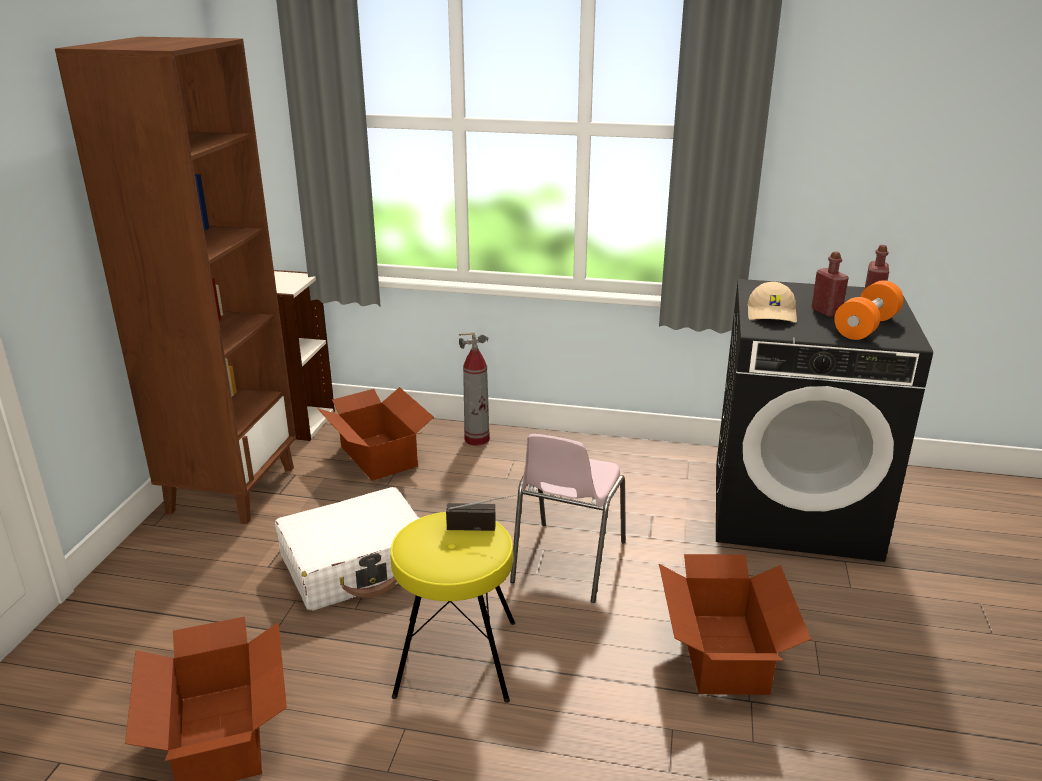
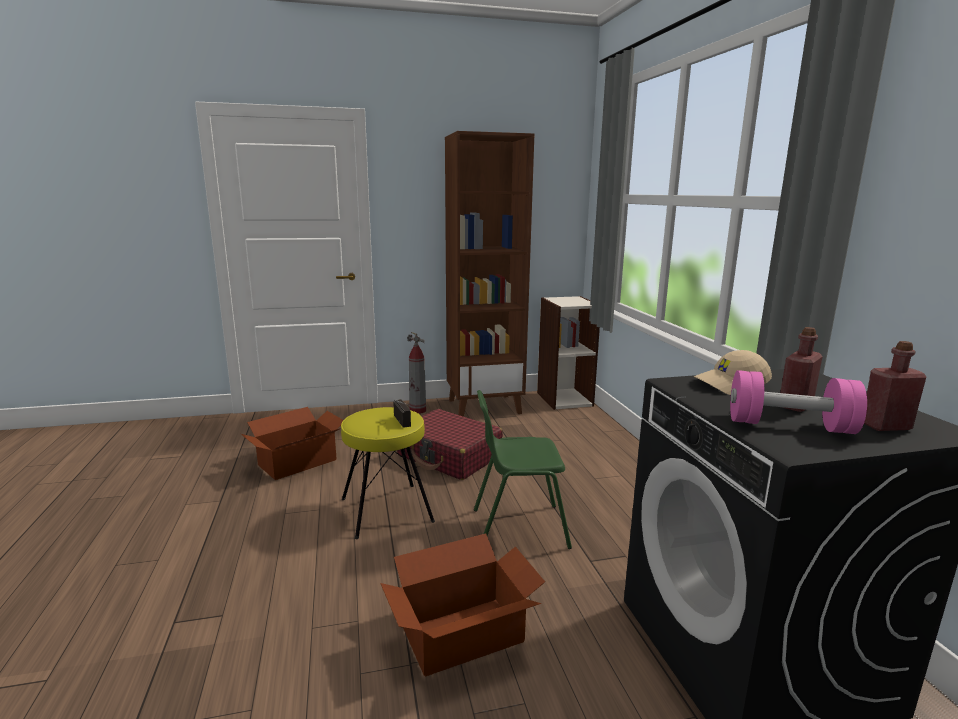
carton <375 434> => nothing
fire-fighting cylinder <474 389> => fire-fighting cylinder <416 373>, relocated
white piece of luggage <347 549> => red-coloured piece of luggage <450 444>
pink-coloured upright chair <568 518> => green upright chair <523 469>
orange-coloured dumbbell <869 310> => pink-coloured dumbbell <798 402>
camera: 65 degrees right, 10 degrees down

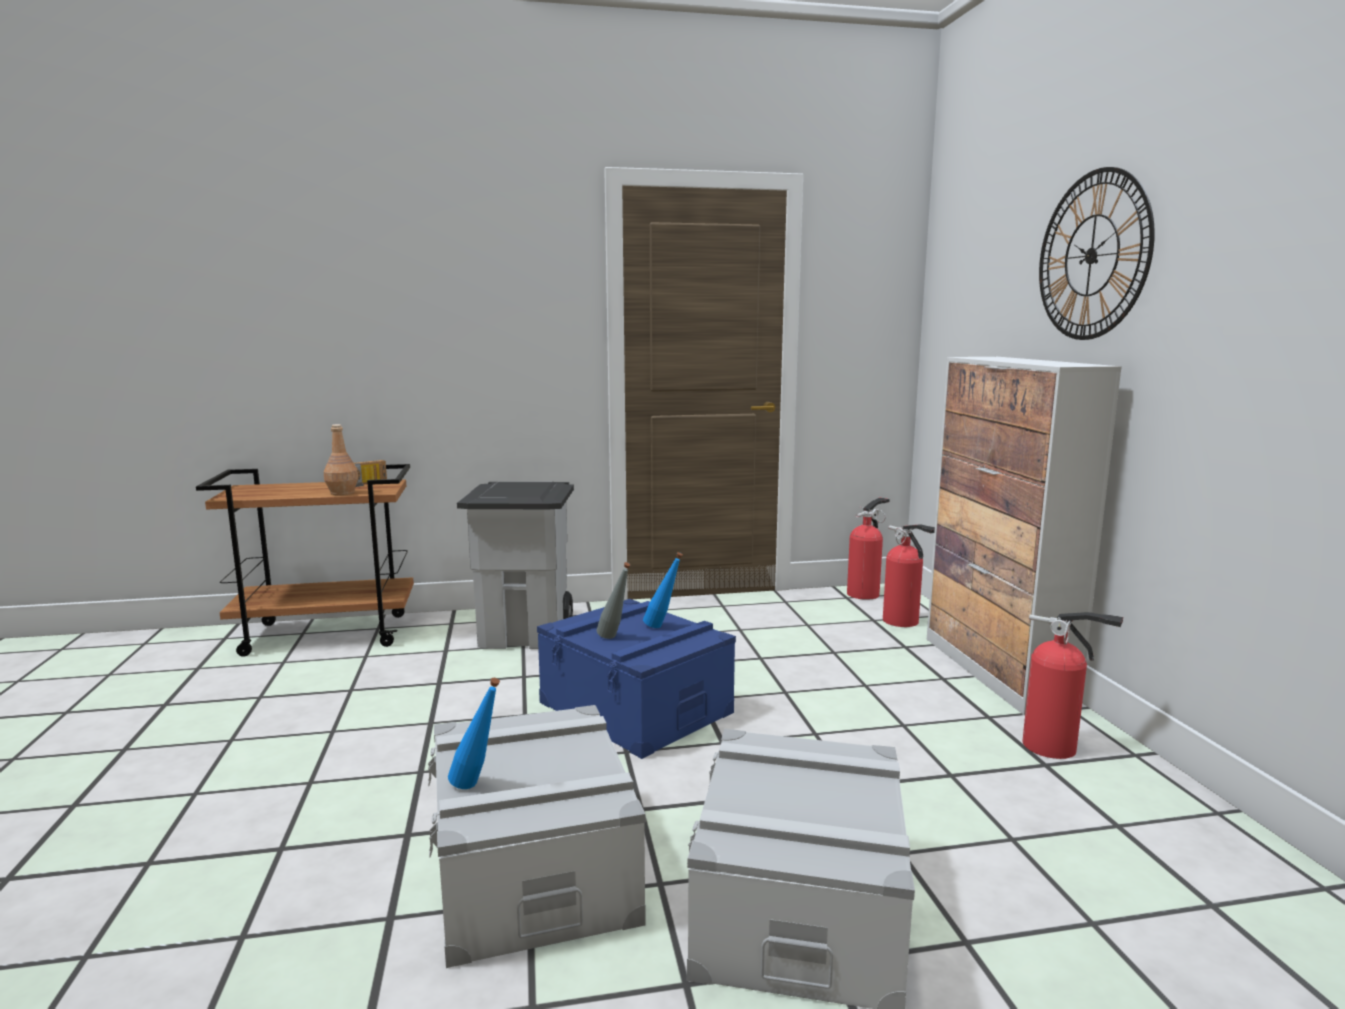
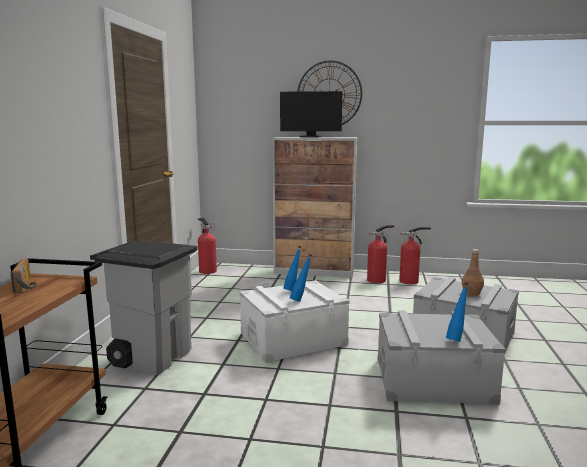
nothing => computer display <311 114>
brown-coloured bottle <341 459> => brown-coloured bottle <473 272>, relocated
fire-fighting cylinder <909 575> => fire-fighting cylinder <415 255>, relocated
blue storage box <636 679> => white storage box <295 321>
grey bottle <614 600> => blue bottle <301 278>
camera: 70 degrees left, 0 degrees up

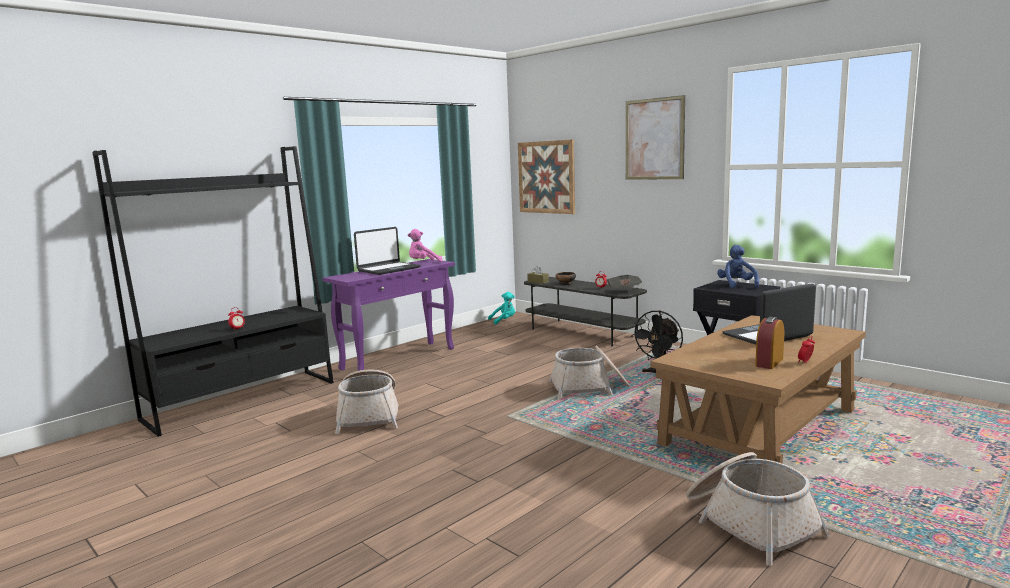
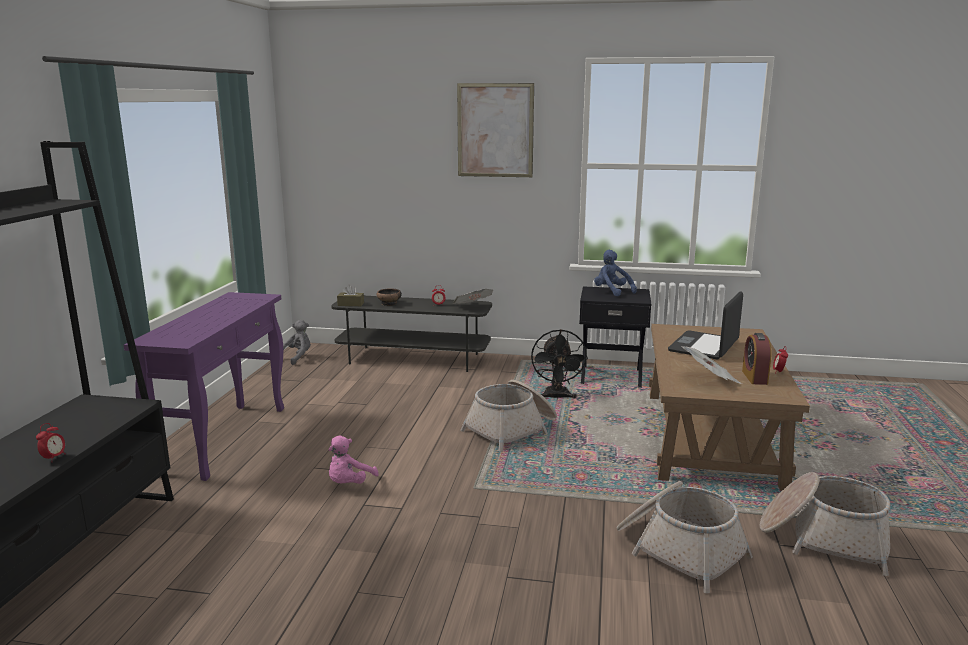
notebook computer <387 251> => nothing
wall picture <546 176> => nothing
nothing => daily paper <711 365>
basket <367 401> => basket <685 537>, relocated
pink-coloured plush toy <425 245> => pink-coloured plush toy <353 459>, relocated
turquoise-coloured plush toy <501 308> => grey plush toy <297 342>
camera: 35 degrees left, 5 degrees up

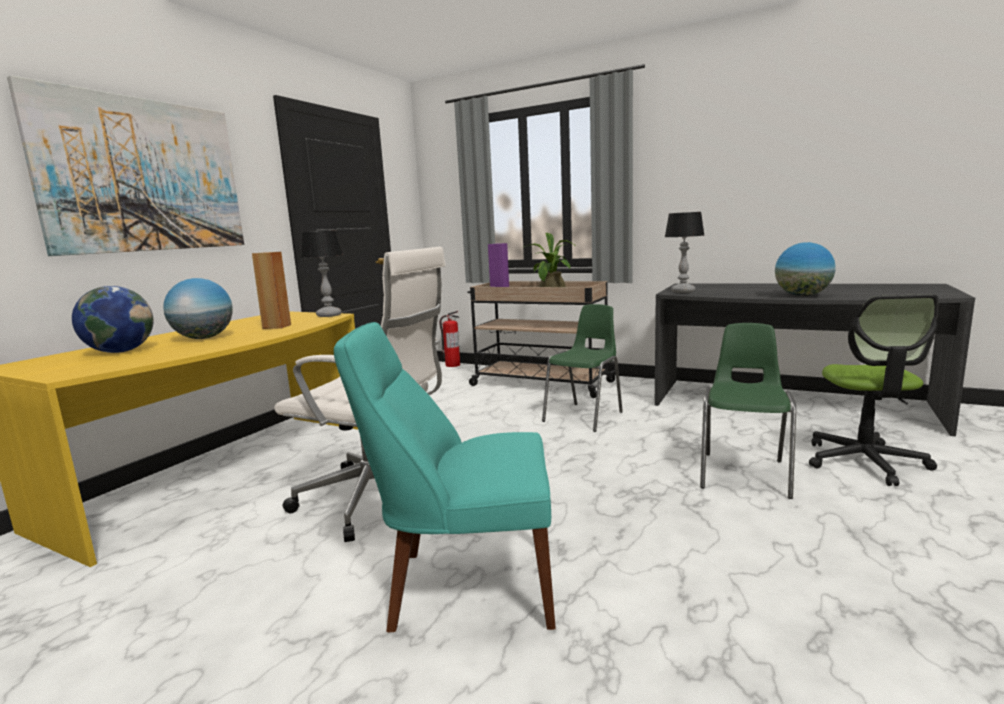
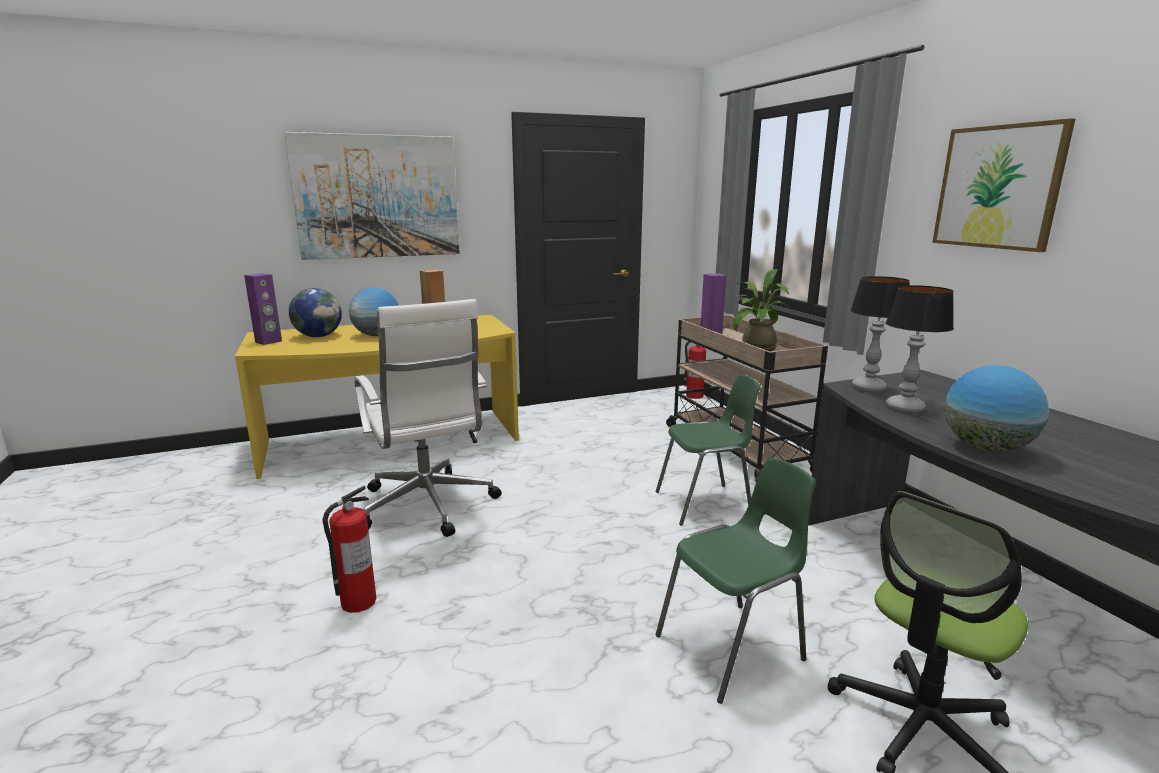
nothing => purple-coloured speaker <263 309>
nothing => wall picture <1003 185>
table lamp <321 273> => table lamp <920 349>, relocated
turquoise-coloured upright chair <445 477> => fire-fighting cylinder <349 549>
camera: 40 degrees right, 5 degrees up

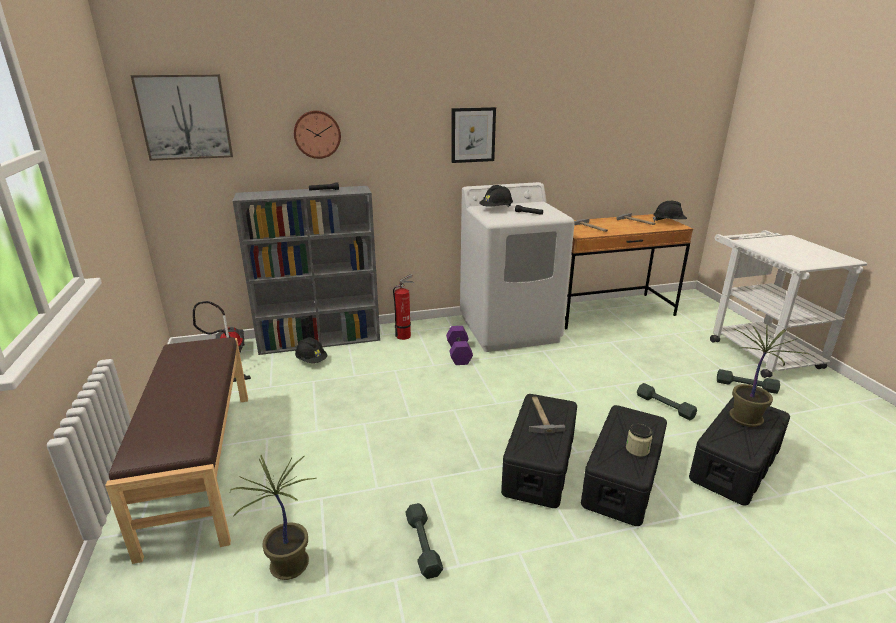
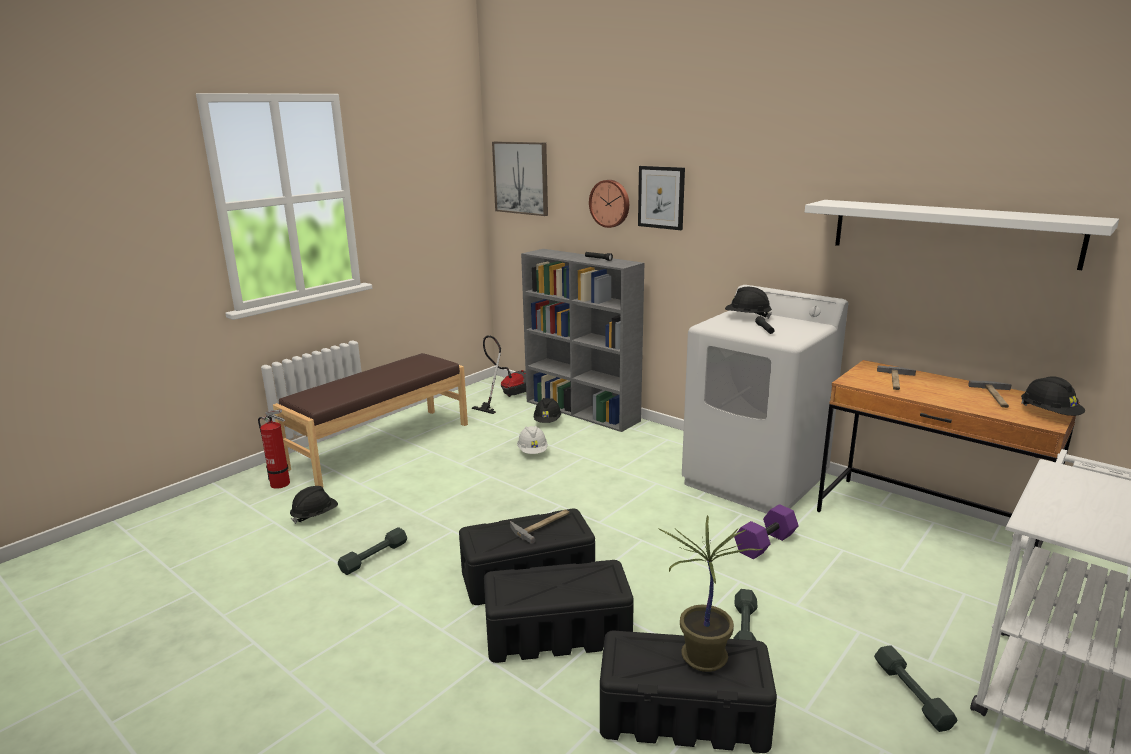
storage jar <639 440> => nothing
nothing => white hard hat <532 440>
nothing => white bracket shelf <962 235>
fire-fighting cylinder <403 307> => fire-fighting cylinder <274 449>, relocated
purple-coloured dumbbell <459 345> => purple-coloured dumbbell <766 531>, relocated
wall picture <473 135> => wall picture <661 198>, relocated
plant in a pot <273 517> => blackish hard hat <314 505>
camera: 55 degrees right, 5 degrees down

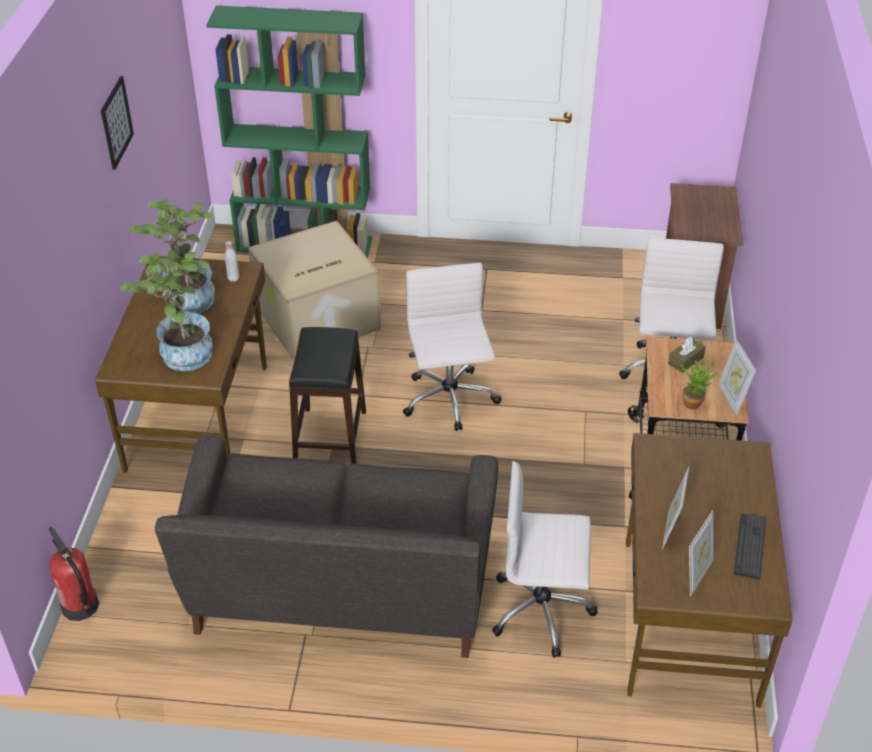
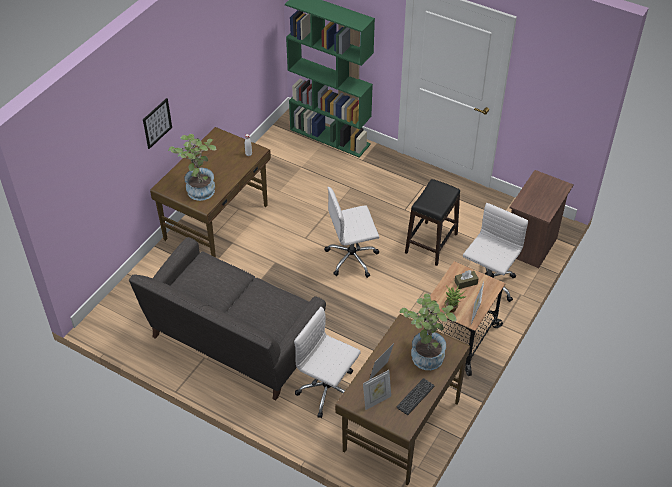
fire-fighting cylinder <74 573> => nothing
carton <314 289> => nothing
wall picture <117 123> => wall picture <157 123>, relocated
plant in a pot <171 256> => plant in a pot <428 331>, relocated
blackish stool <327 395> => blackish stool <432 222>, relocated
white desk chair <452 347> => white desk chair <352 232>, 120 degrees counterclockwise
camera: 25 degrees right, 5 degrees up

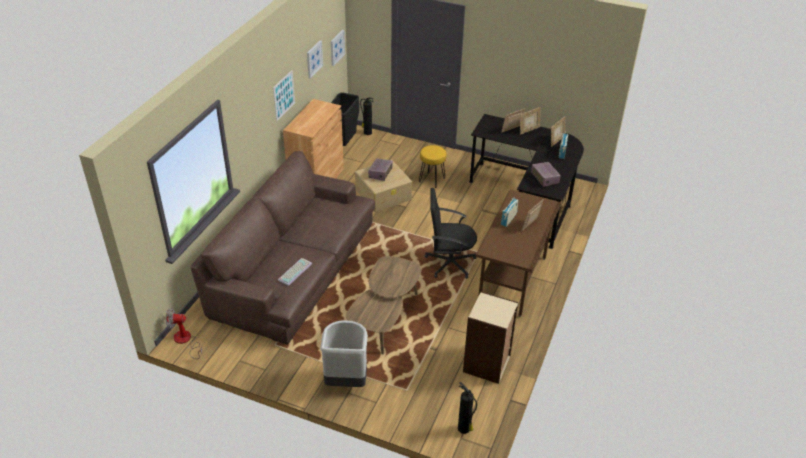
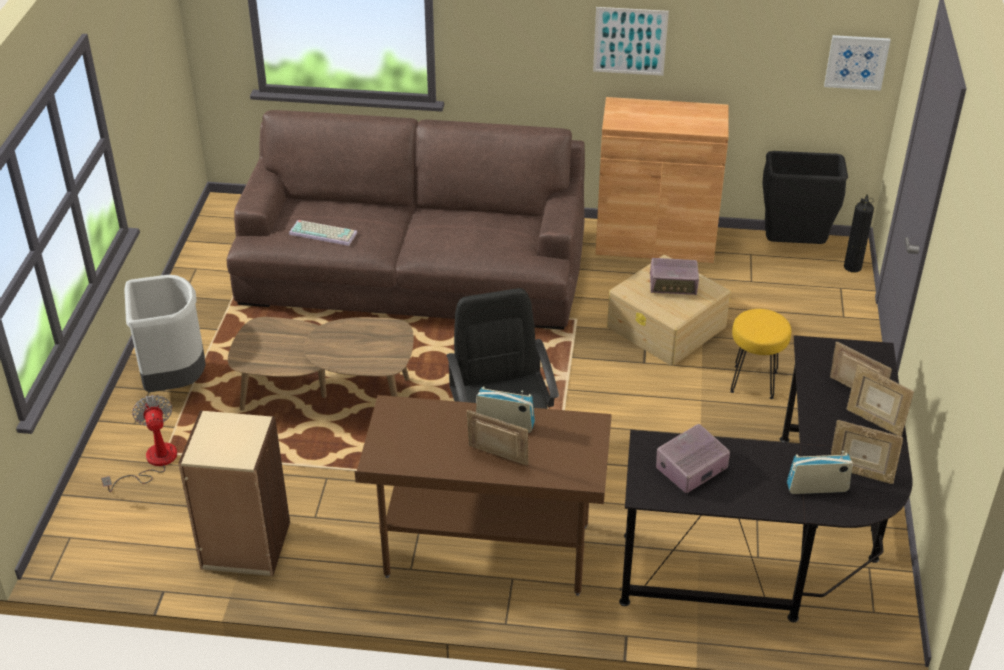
wall picture <315 59> => nothing
fire-fighting cylinder <467 408> => nothing
fan <184 333> => fan <139 443>, relocated
camera: 75 degrees right, 0 degrees up

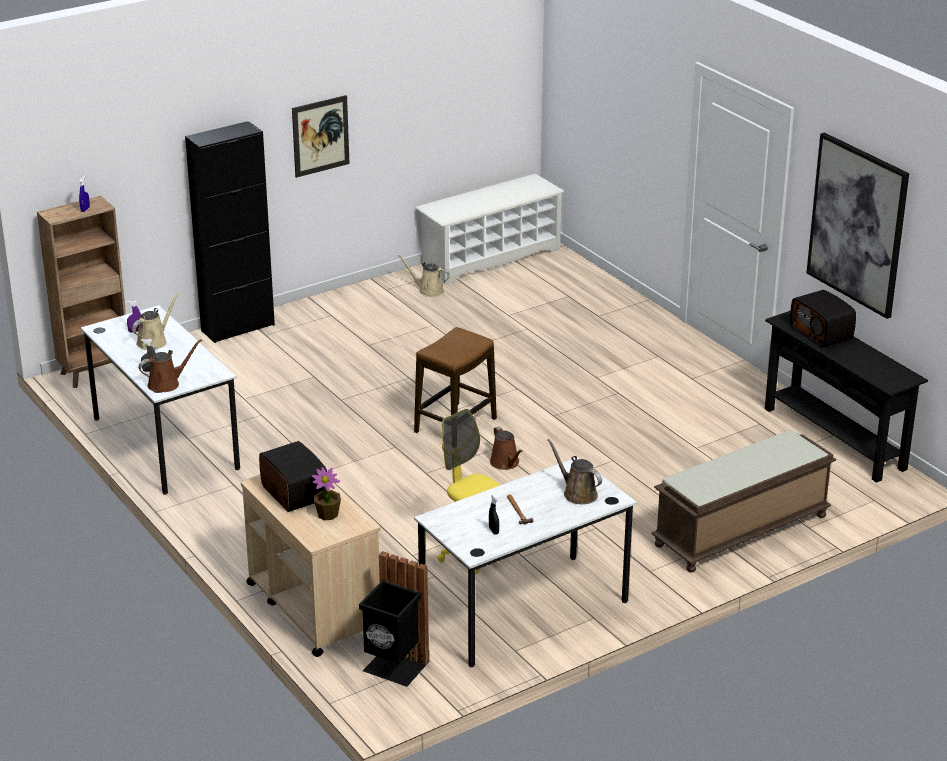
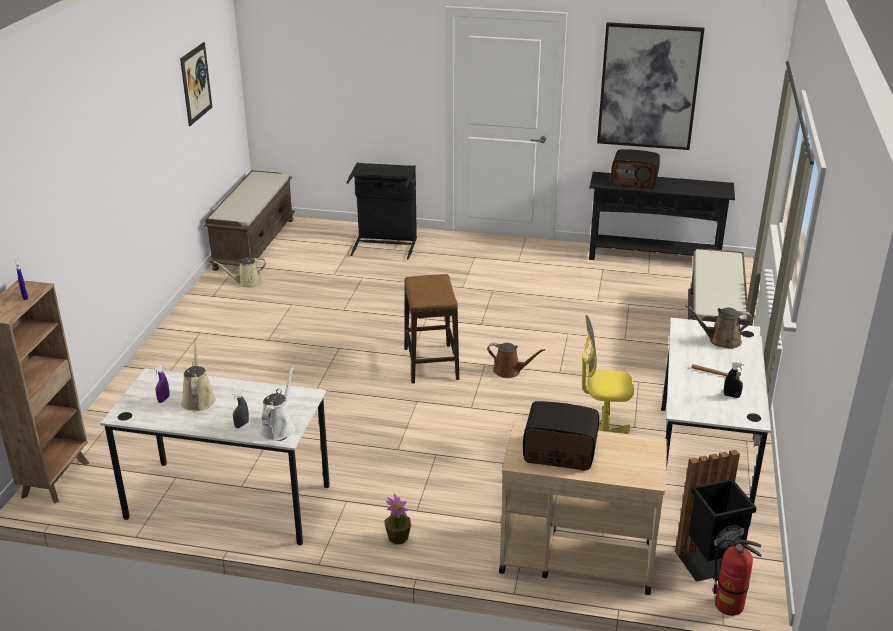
blackish storage cabinet <230 232> => nothing
nothing => blackish laundry basket <382 210>
nothing => fire-fighting cylinder <737 577>
wall picture <321 136> => wall picture <196 84>, relocated
plant in a pot <326 493> => plant in a pot <397 519>, relocated
white shoe shelf <490 229> => brown-coloured indoor bench <249 220>
brown-coloured watering can <170 365> => white watering can <277 403>
camera: 45 degrees left, 0 degrees up

